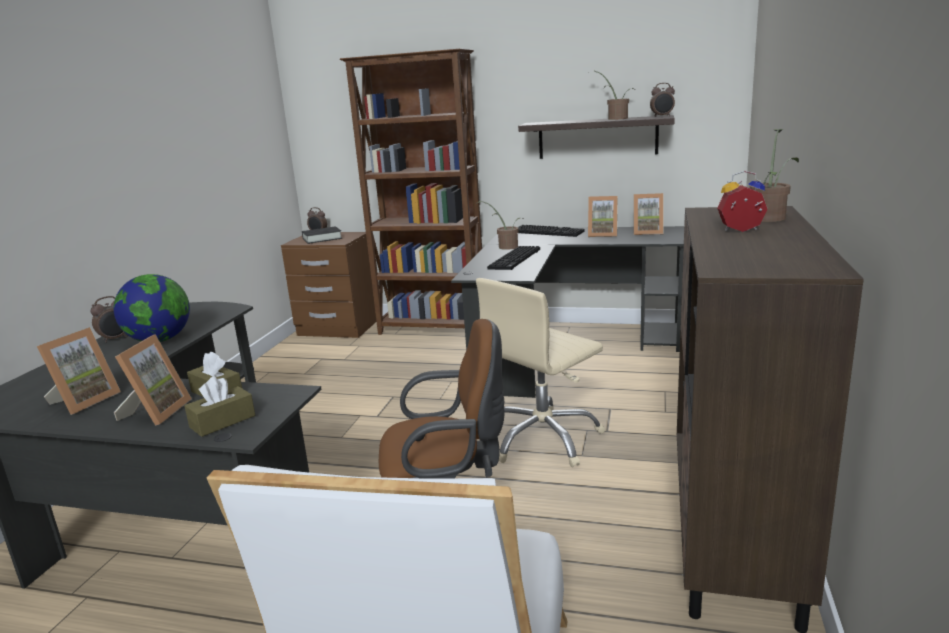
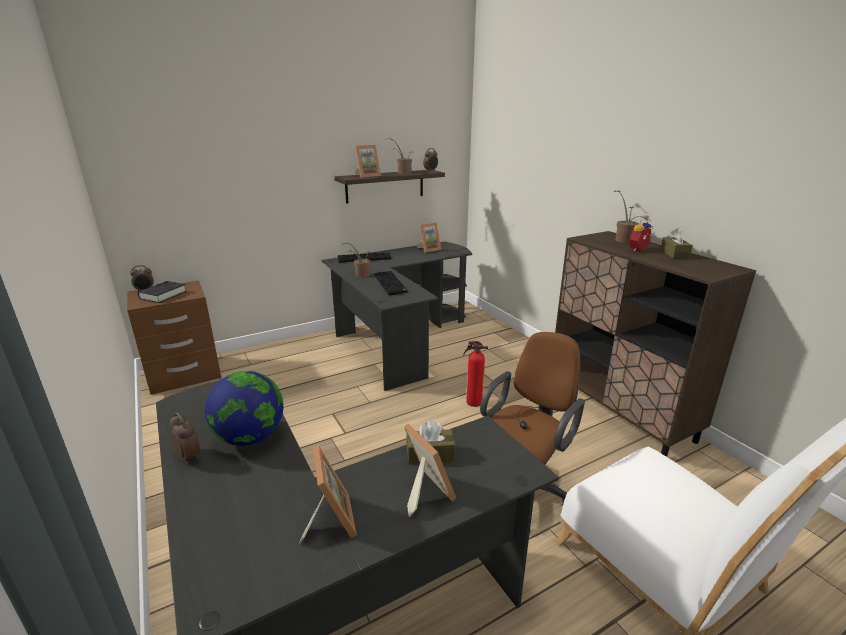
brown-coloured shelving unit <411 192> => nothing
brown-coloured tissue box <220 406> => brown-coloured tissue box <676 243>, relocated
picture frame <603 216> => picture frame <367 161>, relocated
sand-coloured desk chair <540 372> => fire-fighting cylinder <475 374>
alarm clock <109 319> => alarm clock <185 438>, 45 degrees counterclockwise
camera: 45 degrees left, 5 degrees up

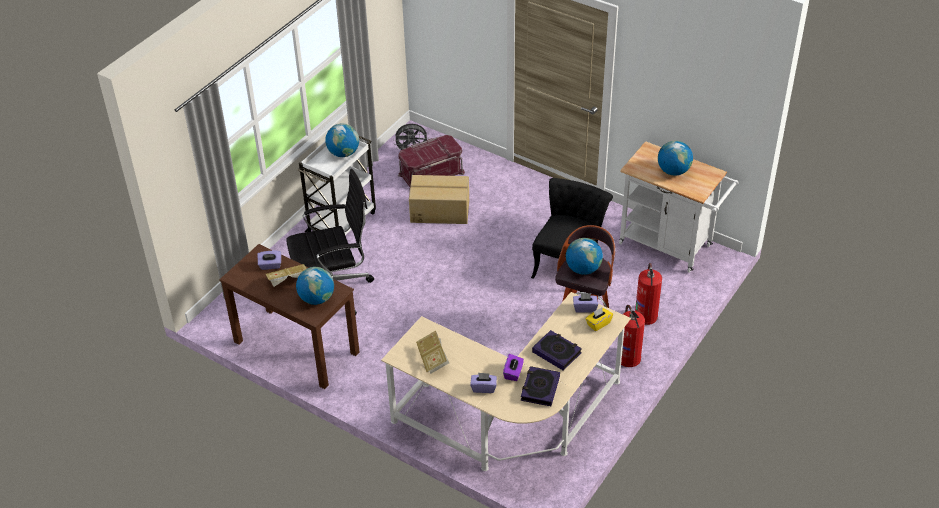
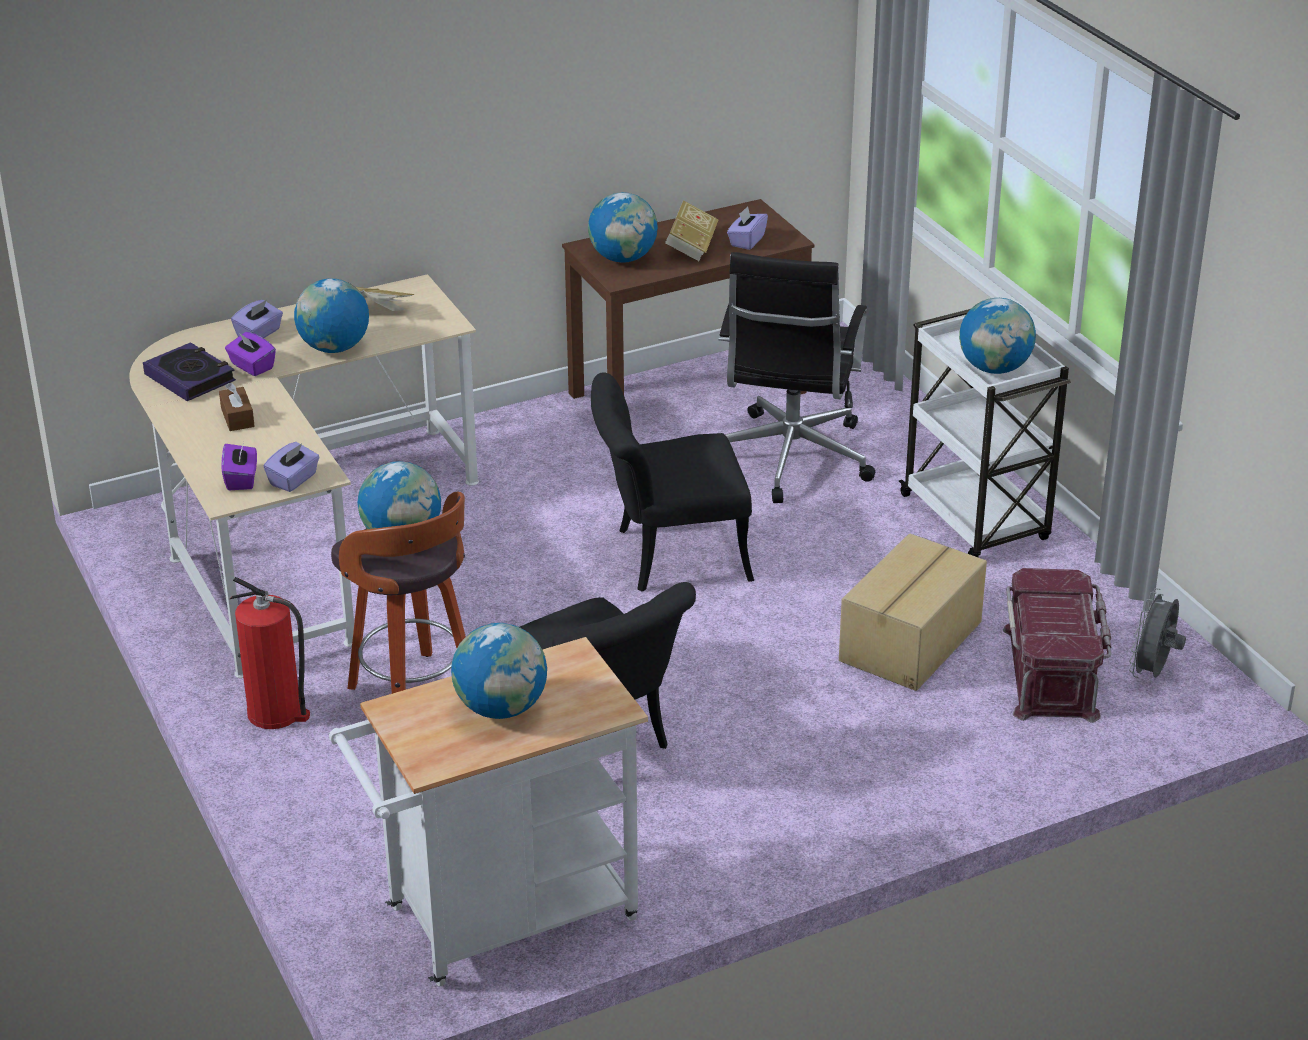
fire-fighting cylinder <648 294> => nothing
nothing => world globe <331 315>
nothing => blackish upright chair <672 482>
bound book <557 350> => brown-coloured tissue box <237 407>
yellowish tissue box <599 319> => purple-coloured tissue box <239 467>
camera: 120 degrees right, 10 degrees down

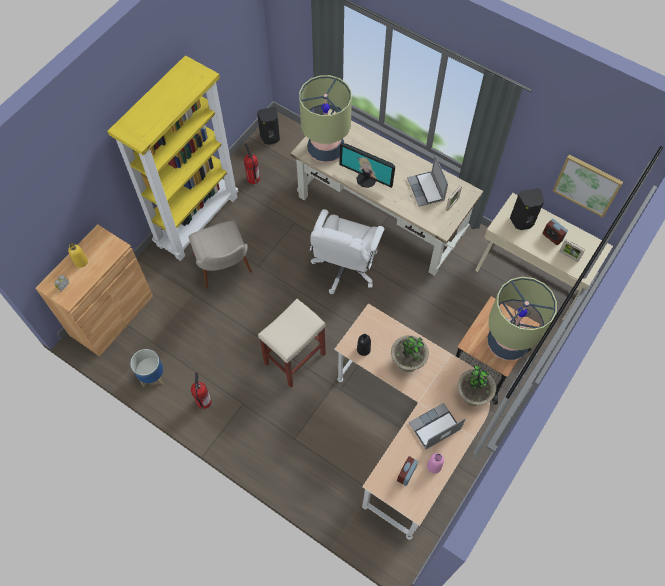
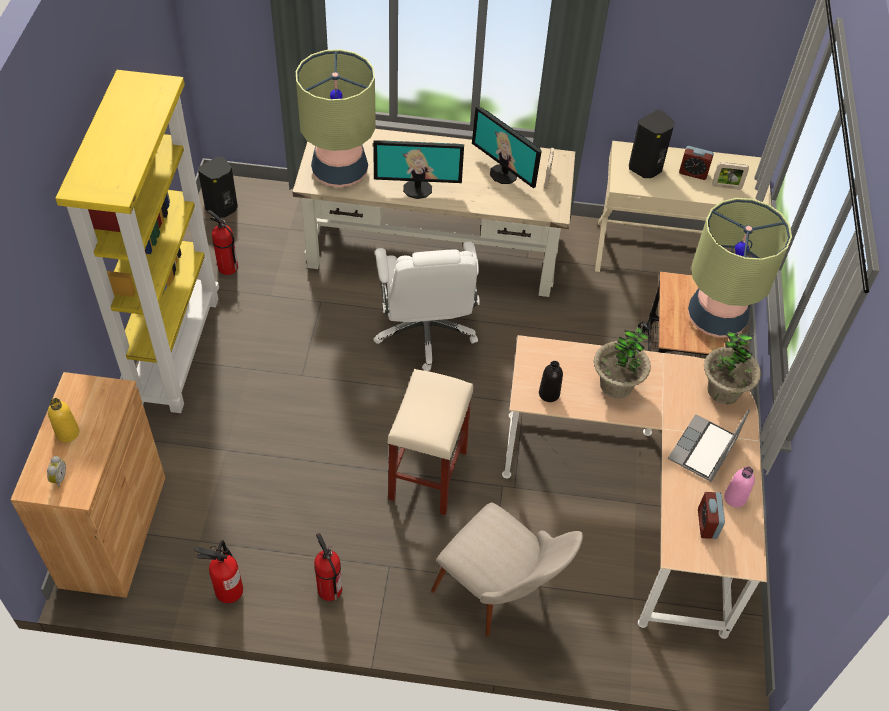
wall picture <588 185> => nothing
sand-coloured upright chair <220 254> => sand-coloured upright chair <507 570>, relocated
plant pot <147 368> => fire-fighting cylinder <218 571>
notebook computer <427 181> => computer display <507 147>
camera: 30 degrees left, 10 degrees down

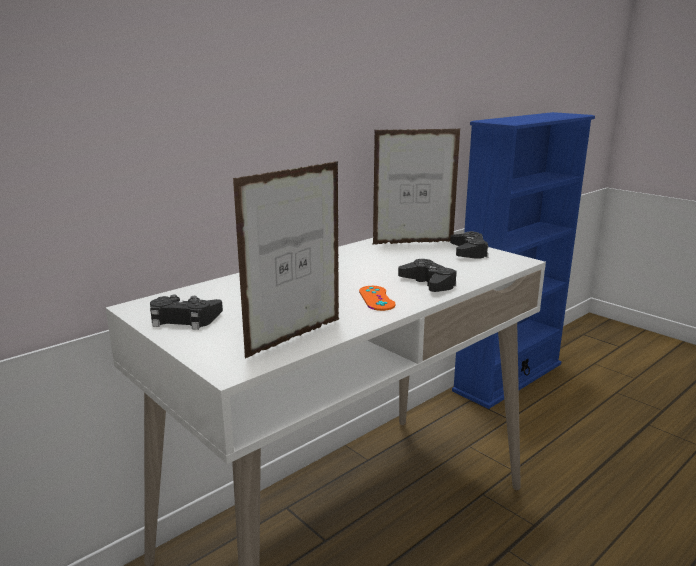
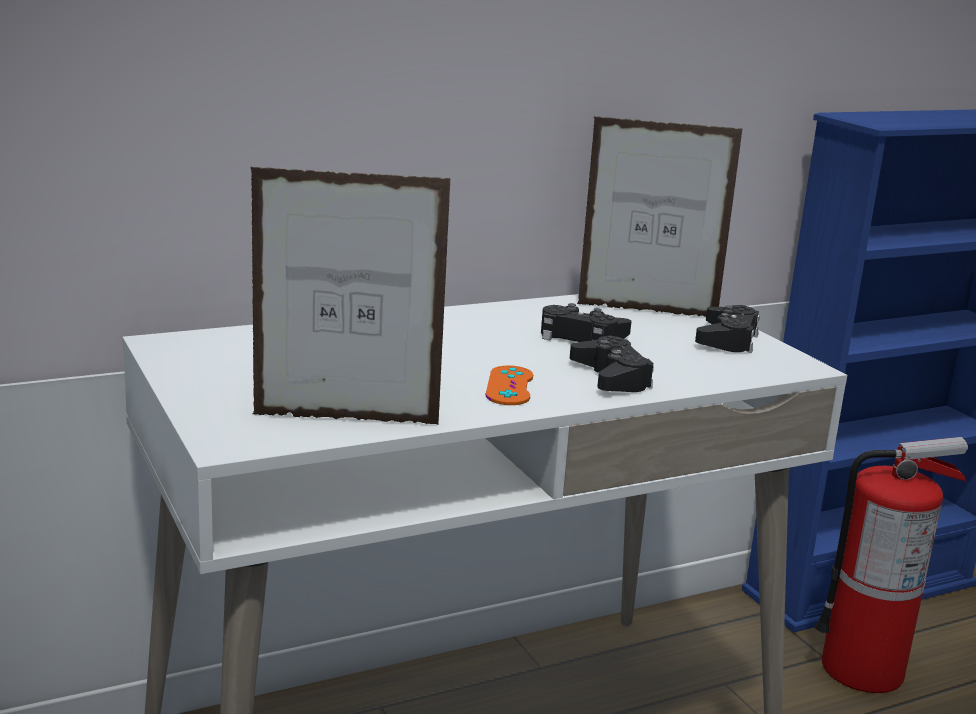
nothing => fire-fighting cylinder <891 565>
blackish game controller <186 312> => blackish game controller <586 322>, relocated
picture frame <286 260> => picture frame <350 295>, 150 degrees counterclockwise
camera: 15 degrees right, 0 degrees up

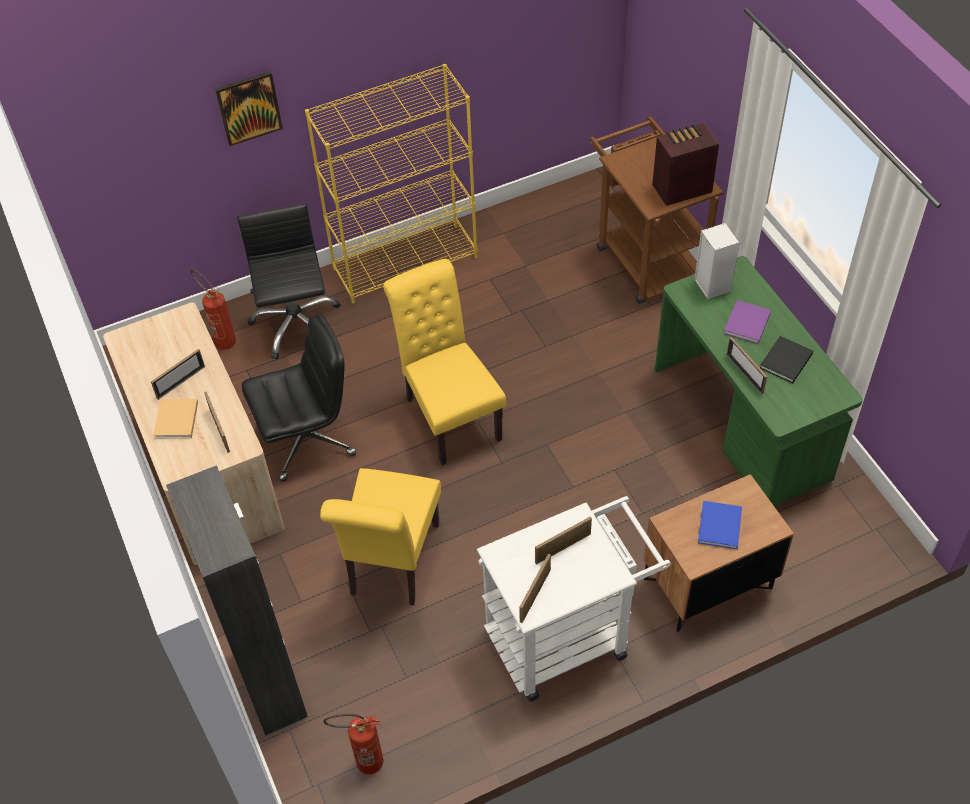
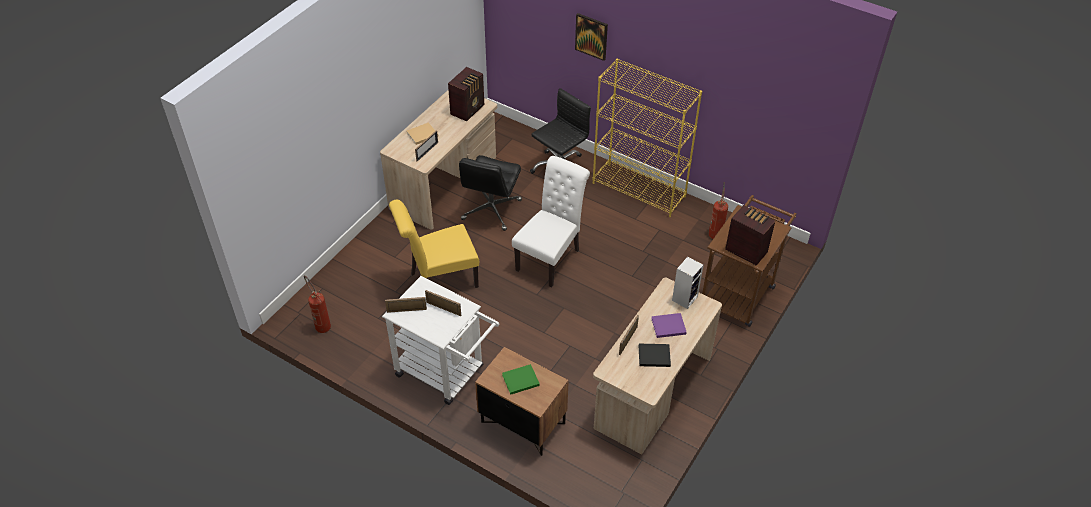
picture frame <178 374> => nothing
blackish storage cabinet <237 600> => nothing
nothing => radio receiver <466 94>
fire-fighting cylinder <213 309> => fire-fighting cylinder <718 210>, relocated
yellowish upright chair <444 362> => white upright chair <551 222>
green desk unit <759 381> => sand-coloured desk unit <657 366>
blue bound book <720 525> => green bound book <521 379>
blackish desk chair <299 398> => blackish desk chair <490 193>, 75 degrees clockwise
camera: 55 degrees right, 5 degrees down

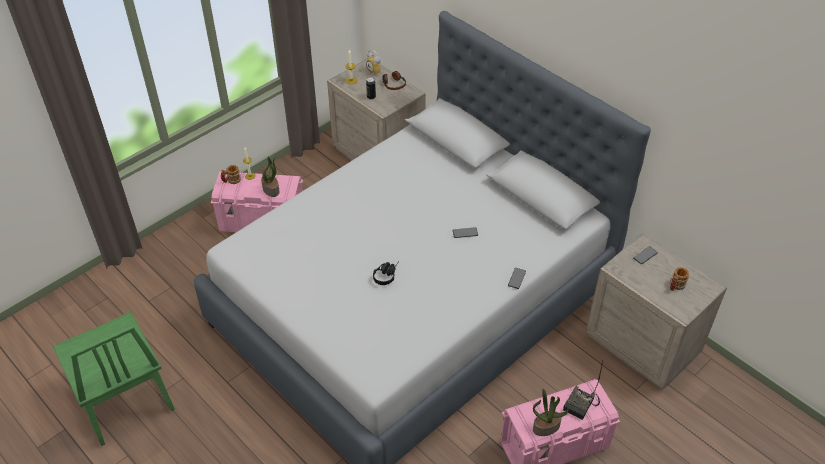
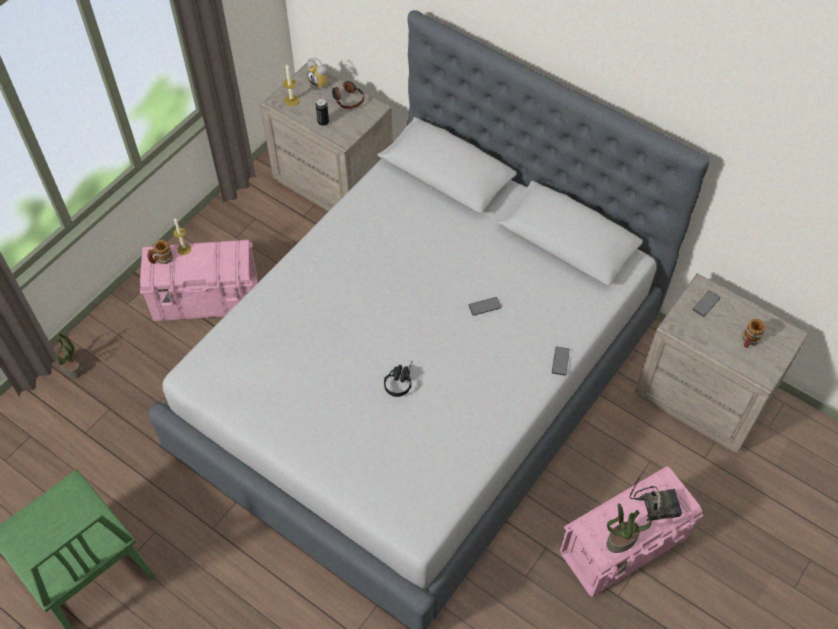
plant in a pot <270 176> => plant in a pot <69 354>, relocated
radio receiver <583 390> => radio receiver <656 499>, 120 degrees counterclockwise
camera: 10 degrees left, 10 degrees up

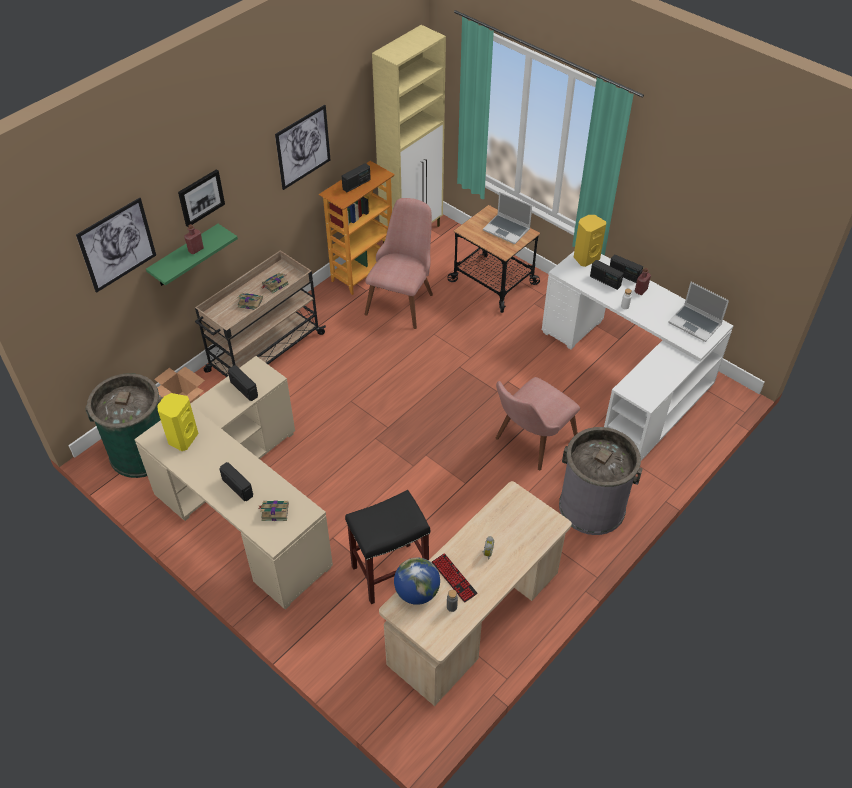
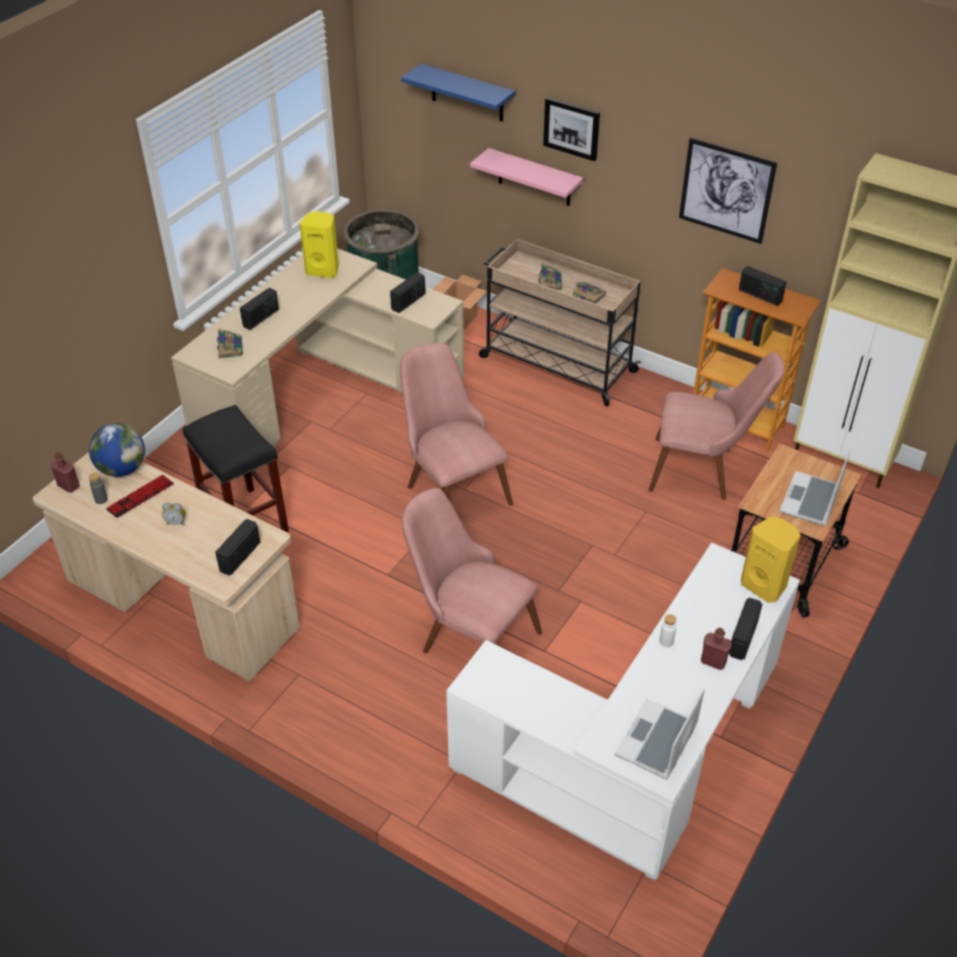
grey trash can <600 481> => nothing
nothing => pink-coloured upright chair <456 424>
red-coloured bottle <194 239> => red-coloured bottle <65 472>, relocated
radio receiver <607 275> => radio receiver <237 547>, relocated
wall picture <116 245> => blue bracket shelf <458 93>
green bracket shelf <192 255> => pink-coloured bracket shelf <526 177>
camera: 80 degrees right, 5 degrees down

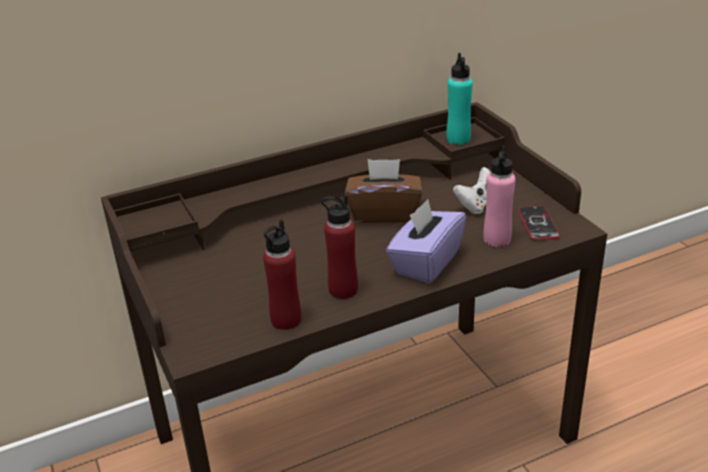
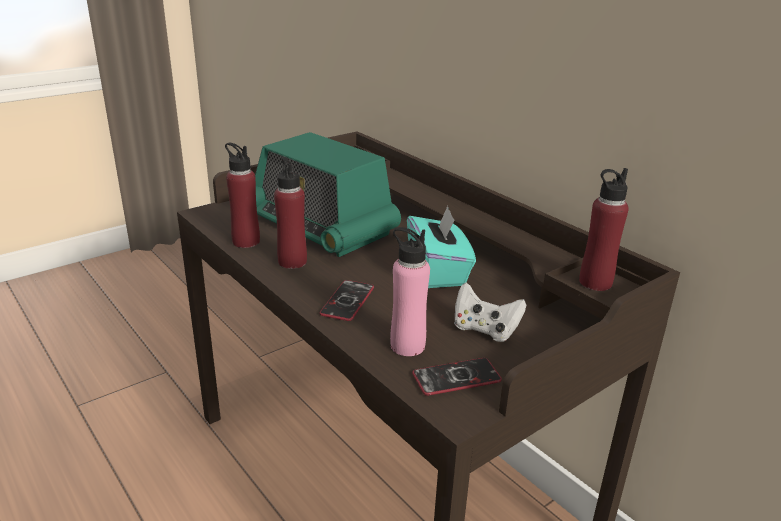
nothing => radio receiver <328 194>
purple-coloured tissue box <426 241> => handset <346 300>
brown-coloured tissue box <383 191> => turquoise-coloured tissue box <441 247>
turquoise-coloured bottle <459 99> => red-coloured bottle <604 229>
camera: 75 degrees right, 5 degrees down

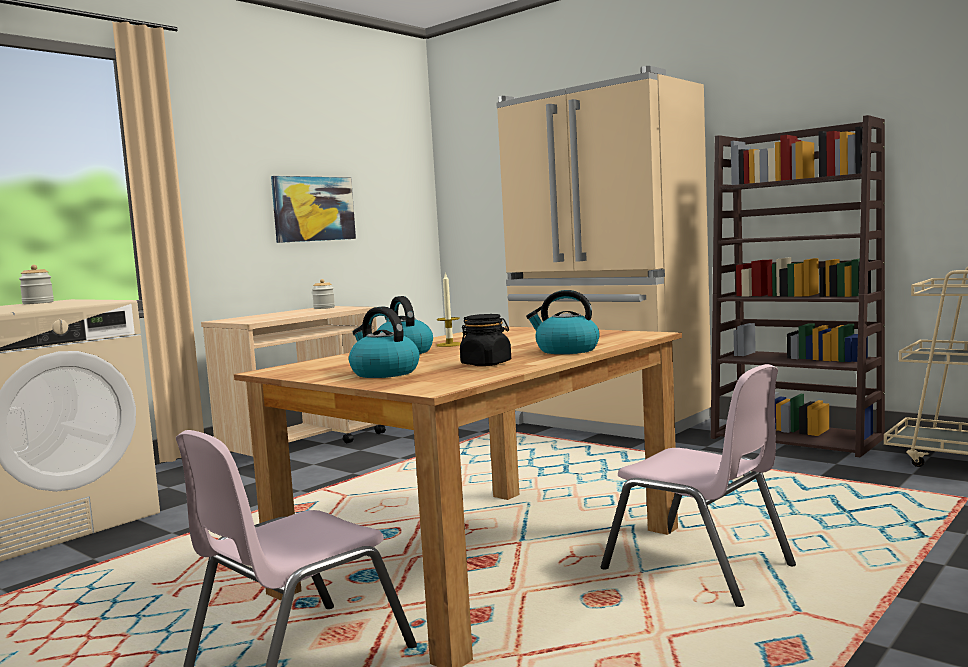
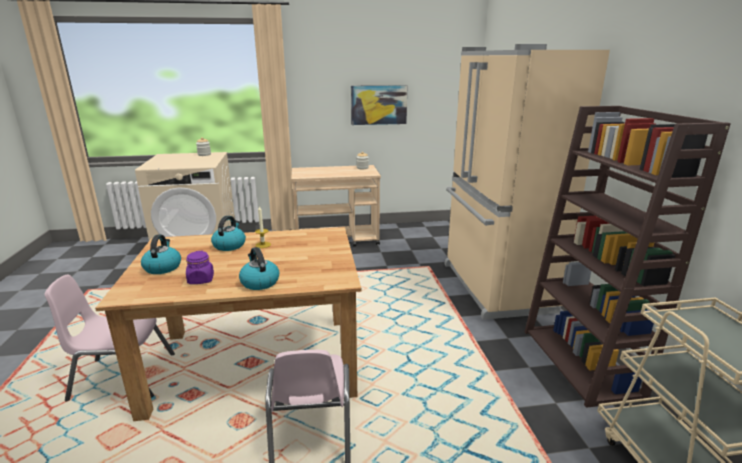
blackish storage jar <485 340> => purple-coloured storage jar <200 267>
camera: 40 degrees right, 15 degrees up

